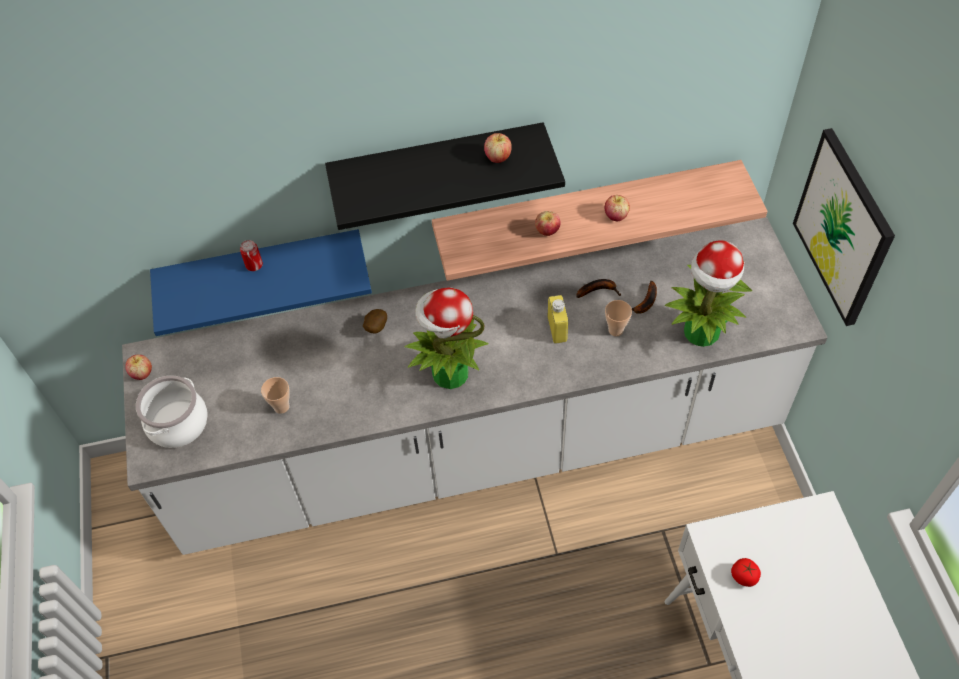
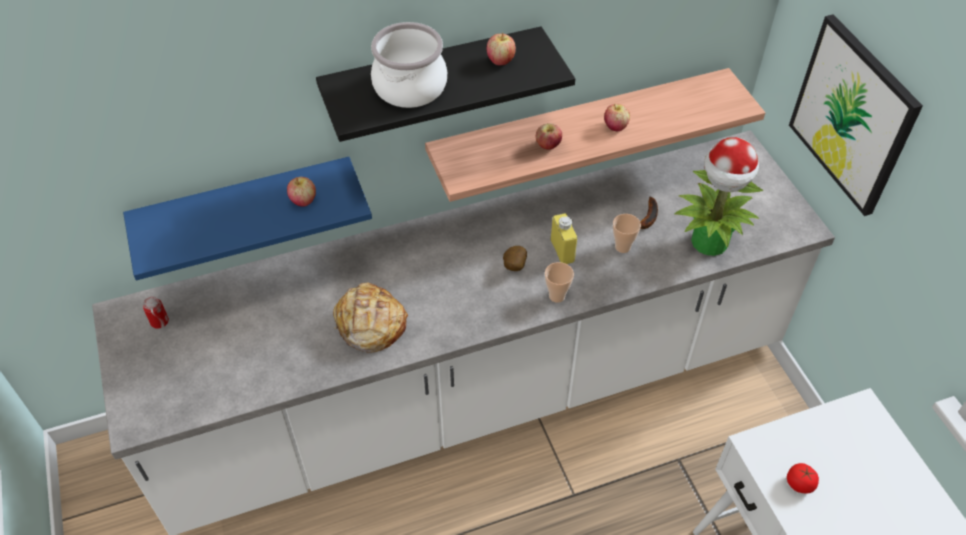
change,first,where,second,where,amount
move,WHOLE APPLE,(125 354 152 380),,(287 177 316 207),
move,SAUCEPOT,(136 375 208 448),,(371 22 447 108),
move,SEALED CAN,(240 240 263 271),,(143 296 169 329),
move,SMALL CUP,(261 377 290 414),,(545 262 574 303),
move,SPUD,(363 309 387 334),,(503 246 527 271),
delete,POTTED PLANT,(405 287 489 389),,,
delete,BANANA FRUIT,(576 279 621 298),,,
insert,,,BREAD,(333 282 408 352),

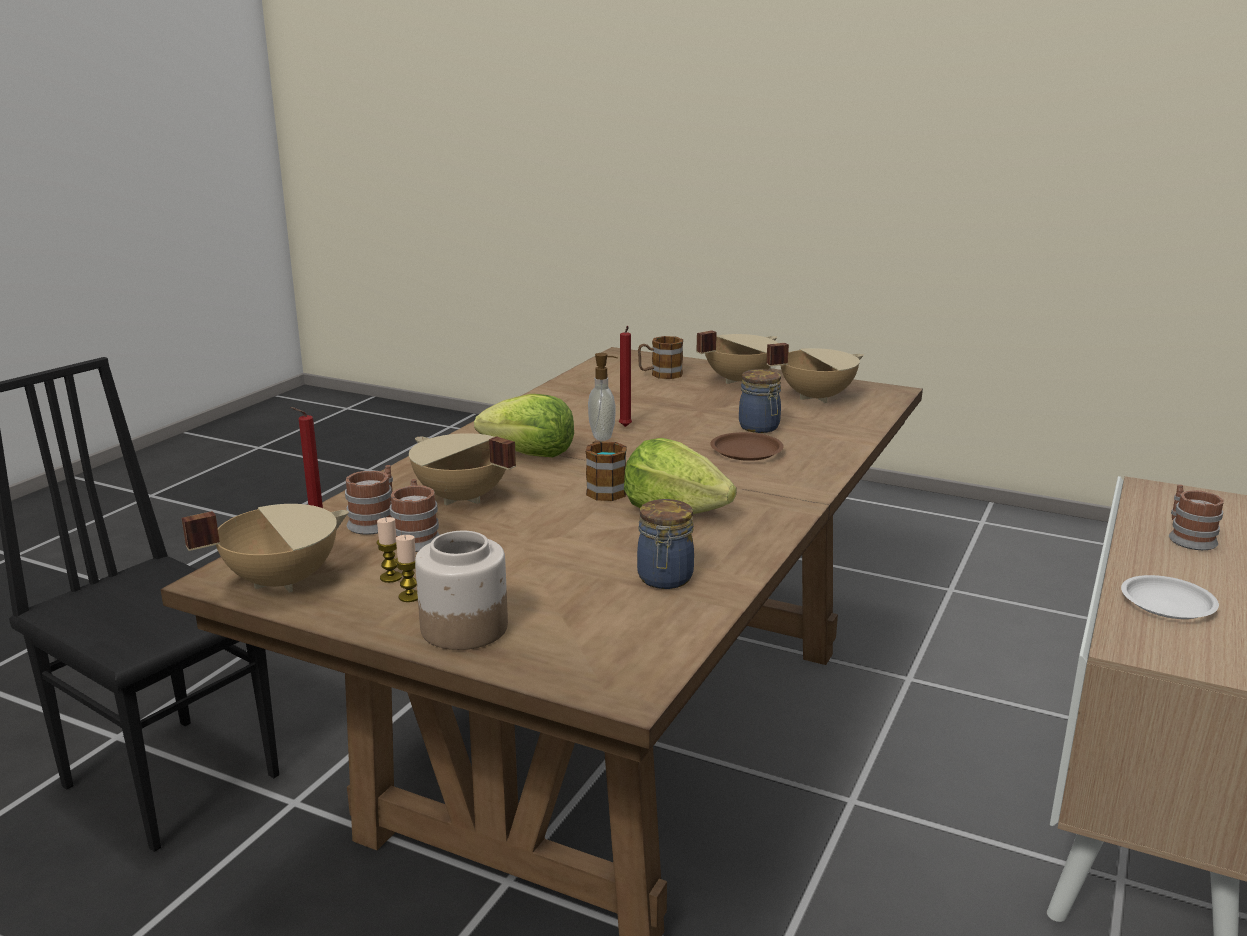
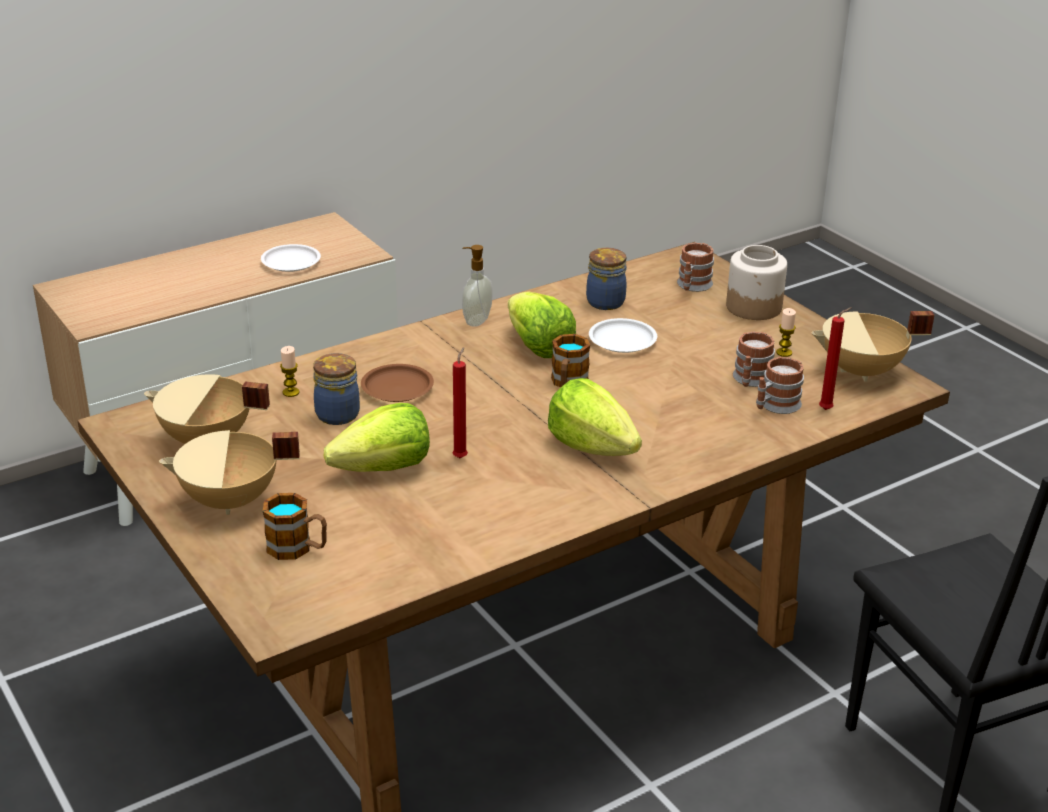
change,first,where,second,where,amount
move,WAX CANDLE,(395 535 418 602),,(280 346 300 397),
delete,SAND-COLOURED SAUCEPOT,(409 433 516 505),,,
move,SOAP DISPENSER,(588 353 618 441),,(462 245 492 327),
move,COFFEE MUG,(1169 484 1224 550),,(677 243 714 292),
insert,,,LETTUCE HEAD,(323 403 430 472),
insert,,,WHITISH DINNER PLATE,(589 318 657 353),

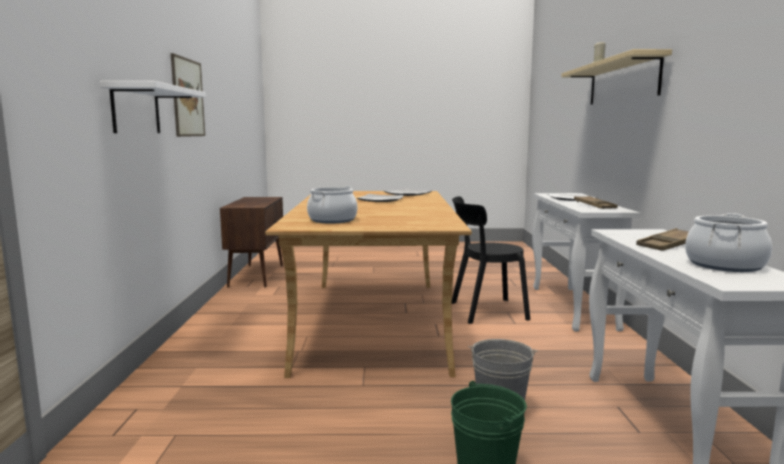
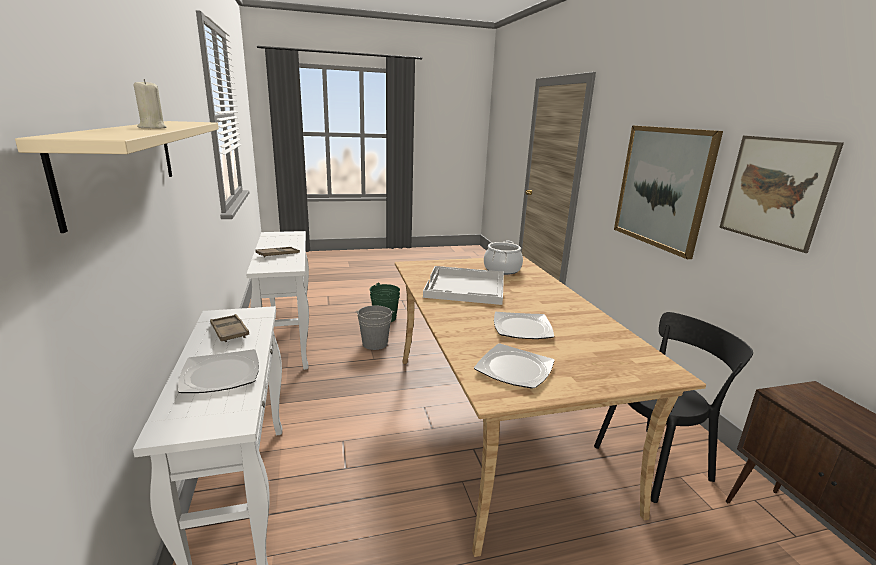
change,first,where,second,where,amount
replace,WHITISH SHELF,(99 81 206 133),WALL ART,(614 125 723 259),
move,BLACKISH PLAIN CHAIR,(452 196 530 324),,(594 312 753 503),
delete,SAUCEPOT,(685 213 772 272),,,
insert,,,WHITISH CARRYING TRAY,(423 266 504 305),

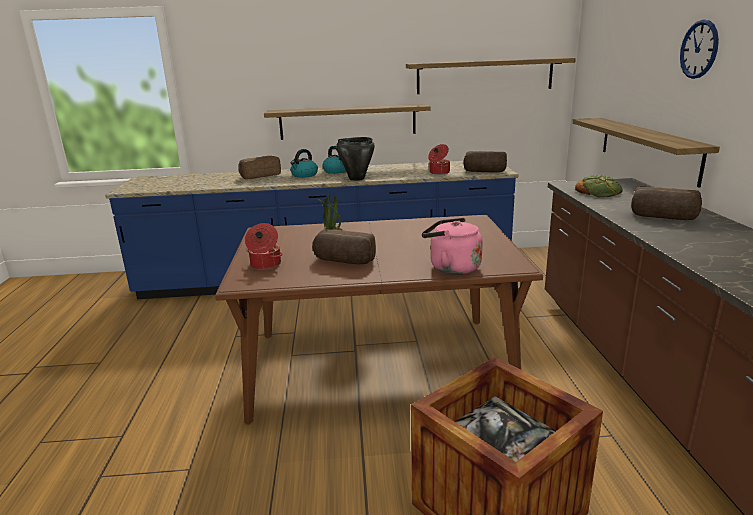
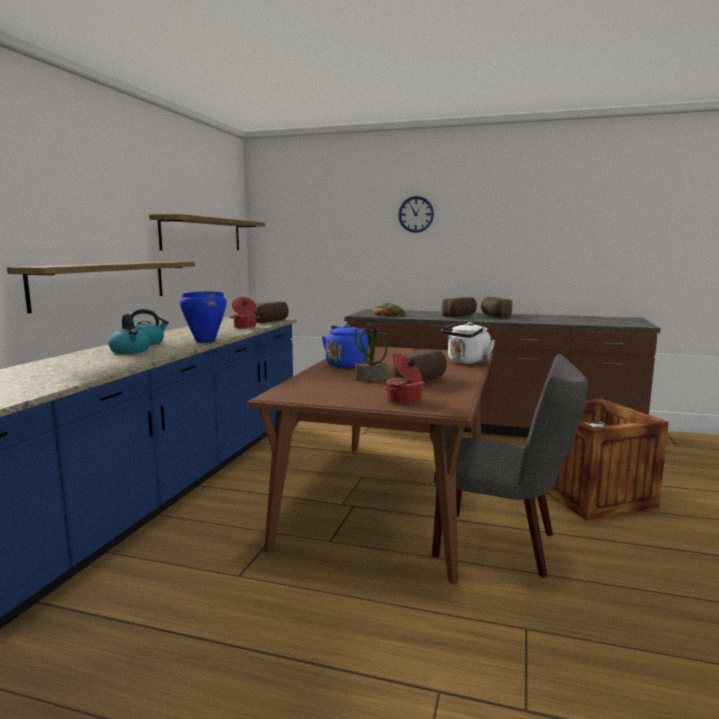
change,first,where,second,where,amount
move,BREAD,(238 156 281 179),,(481 297 512 318),
recolor,BLACKISH SAUCEPOT,(336 137 375 181),BLUE-COLOURED SAUCEPOT,(180 291 227 343),
recolor,PINK-COLOURED TEA KETTLE,(422 218 483 275),WHITISH TEA KETTLE,(441 322 495 365),
delete,SHELF,(572 118 720 188),,,
insert,,,BLUE-COLOURED TEA KETTLE,(322 324 374 368),
insert,,,GREYISH PLAIN CHAIR,(432 354 588 578),

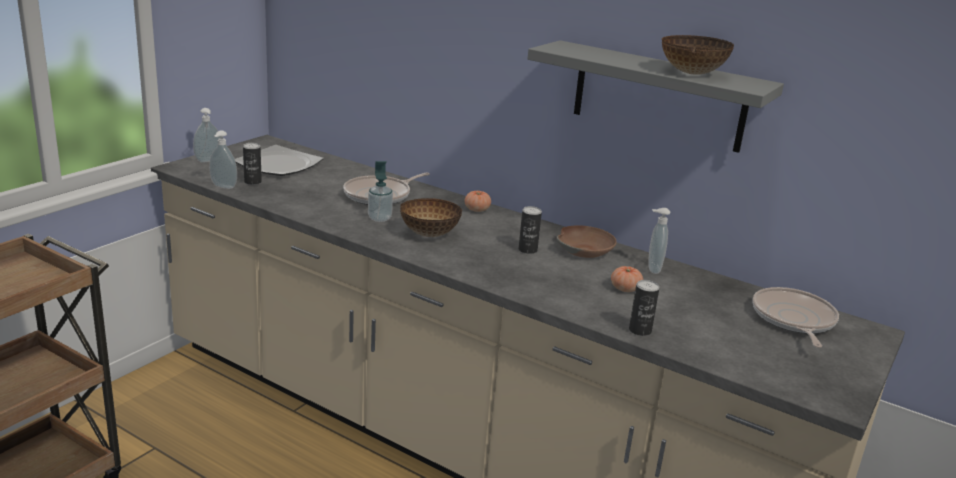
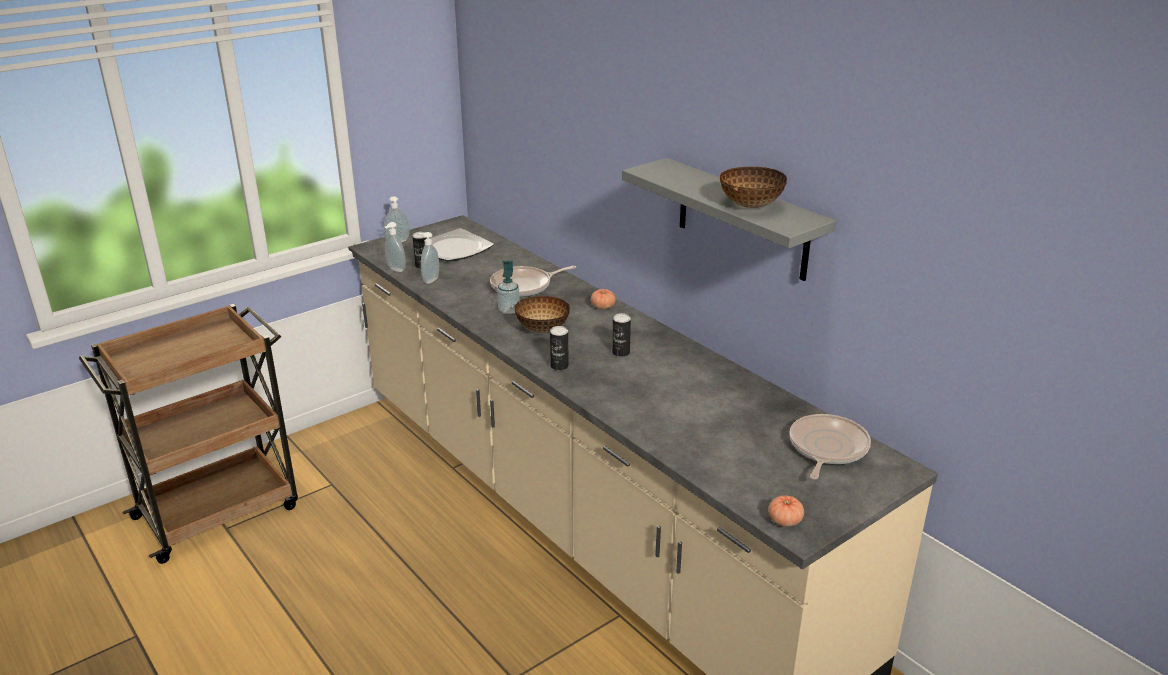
change,first,where,second,where,amount
delete,BROWN-COLOURED BOWL,(557 225 617 258),,,
move,FRESH TOMATO,(611 266 643 292),,(768 495 804 527),
move,SEALED CAN,(629 280 659 336),,(550 326 569 370),
move,SOAP DISPENSER,(648 208 670 274),,(419 232 439 284),

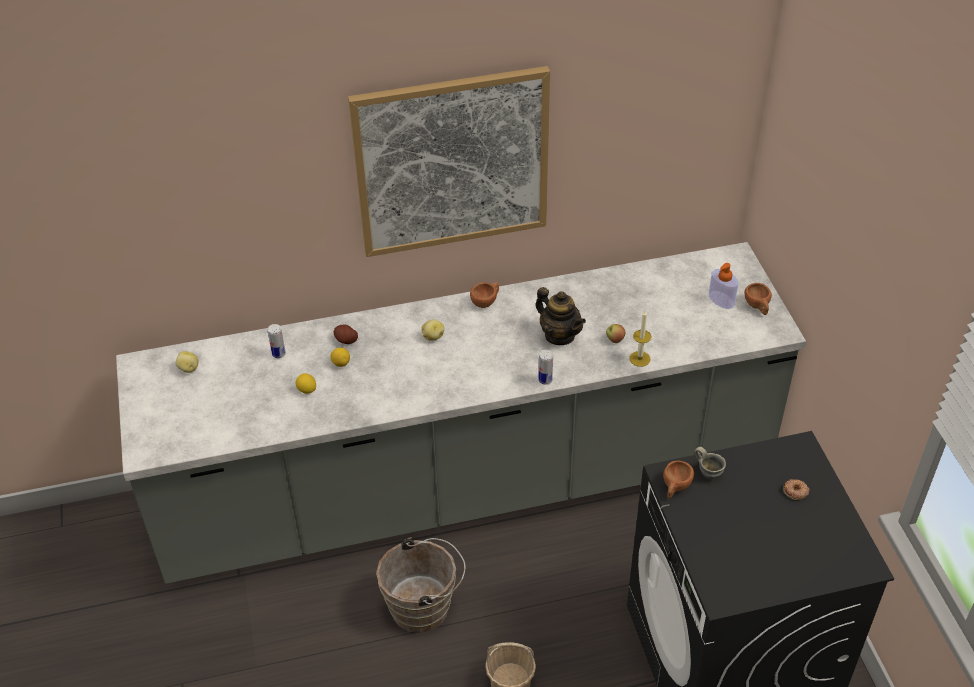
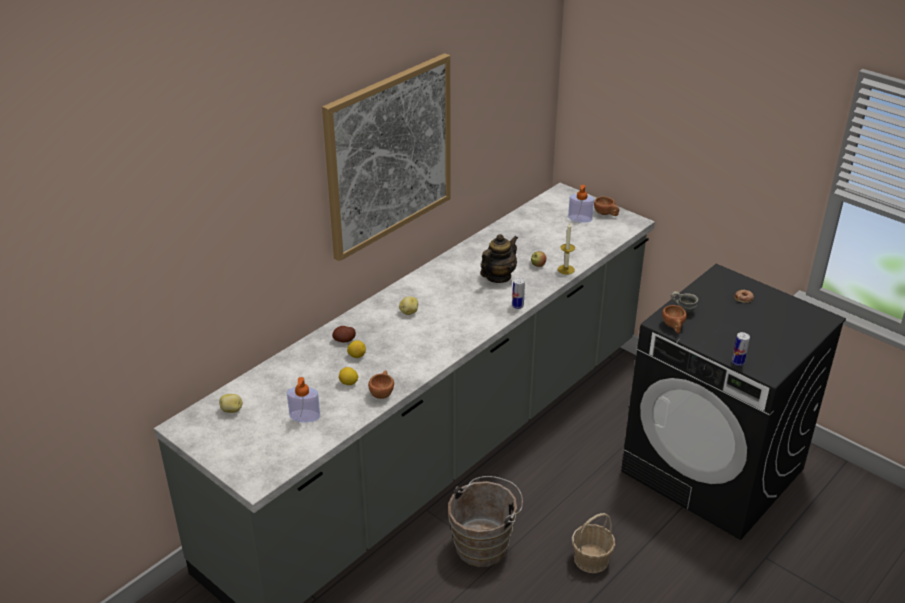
change,first,where,second,where,amount
move,SEALED CAN,(268 324 286 358),,(732 332 750 366),
move,BROWN-COLOURED SMALL CUP,(470 282 499 308),,(368 370 394 399),
rotate,TEA POT,(536 287 586 345),,(480 234 518 283),60 degrees counterclockwise
insert,,,SOAP DISPENSER,(287 377 320 422),

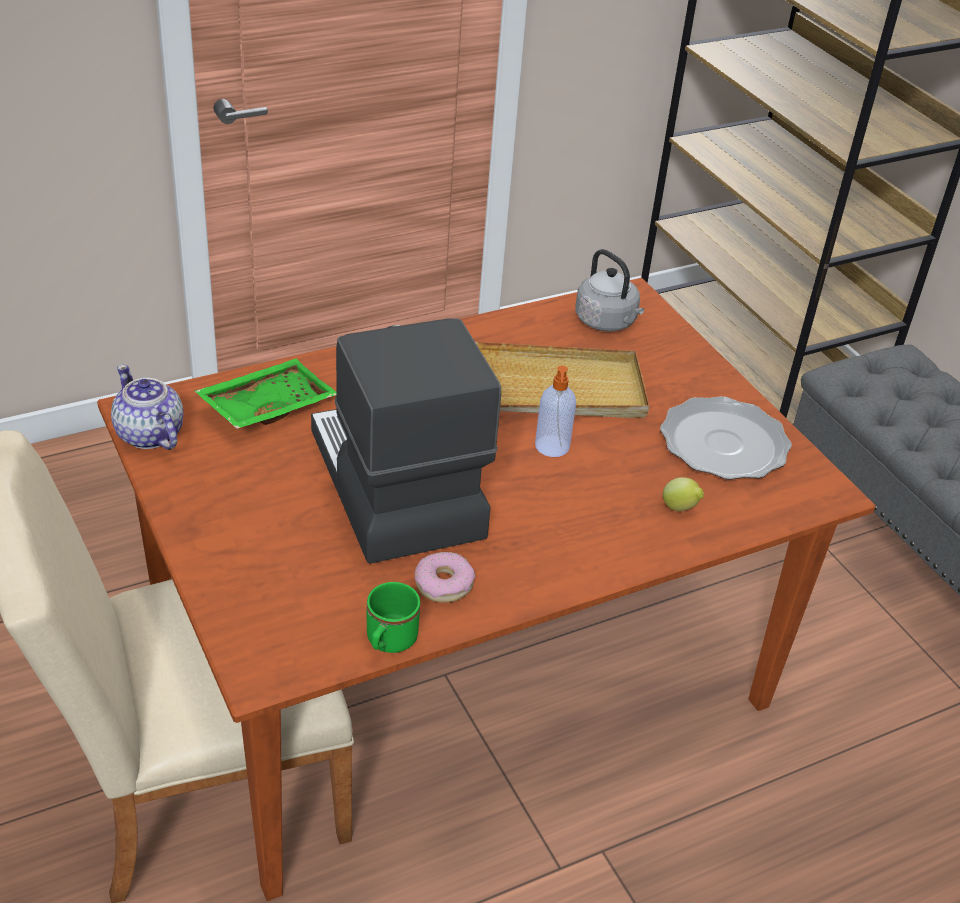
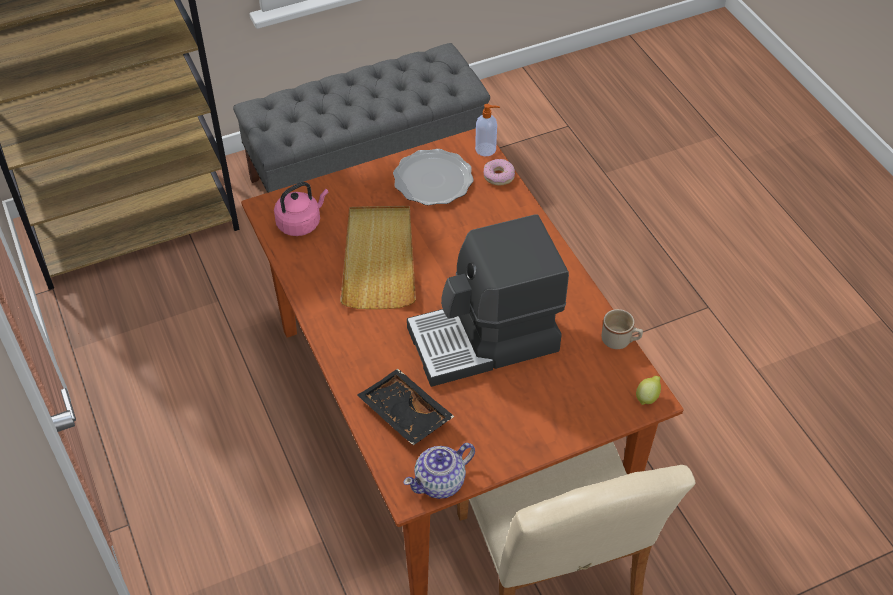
change,first,where,second,where,amount
recolor,GREEN-COLOURED CARRYING TRAY,(195 359 336 429),BLACKISH CARRYING TRAY,(358 369 455 445),
recolor,GREEN-COLOURED COFFEE MUG,(367 582 420 653),SAND-COLOURED COFFEE MUG,(602 309 643 349),
move,DOUGHNUT,(415 552 475 603),,(484 159 515 186),
move,SOAP DISPENSER,(535 366 576 457),,(475 104 500 156),
recolor,GREYISH TEA KETTLE,(575 249 644 332),PINK-COLOURED TEA KETTLE,(274 182 329 236),
move,CITRUS FRUIT,(663 477 704 511),,(636 376 661 405),

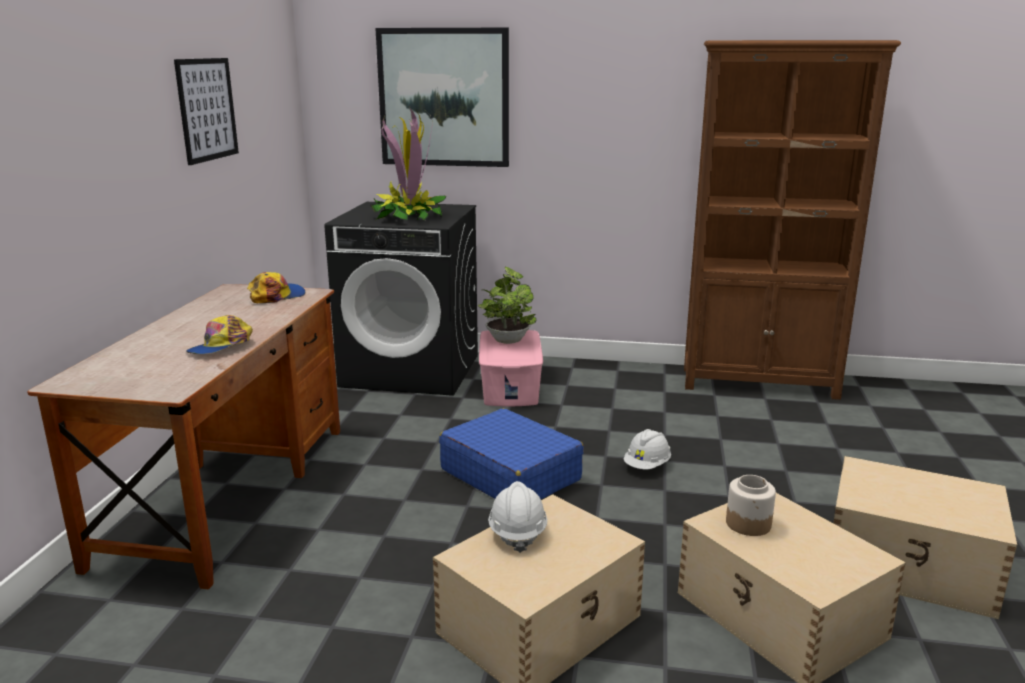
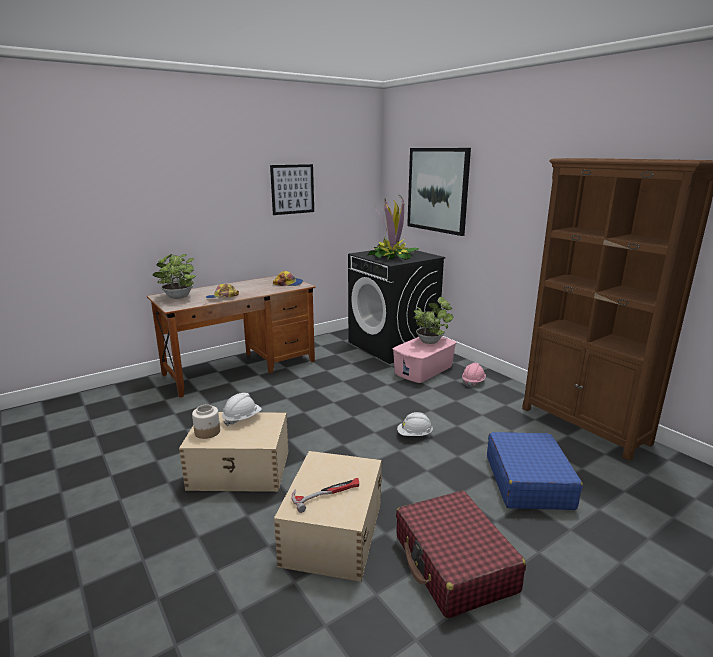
change,first,where,second,where,amount
move,BLUE-COLOURED TRAVEL CASE,(439 408 584 499),,(487 432 583 510),
move,JAR,(726 475 776 536),,(192 404 220 439),
replace,SAND-COLOURED STORAGE BIN,(833 456 1017 619),REDDISH TRAVEL CASE,(396 491 526 618),
insert,,,POTTED PLANT,(153 254 196 299),
insert,,,HAMMER,(291 478 359 513),
insert,,,PINK-COLOURED HARD HAT,(462 363 486 387),

